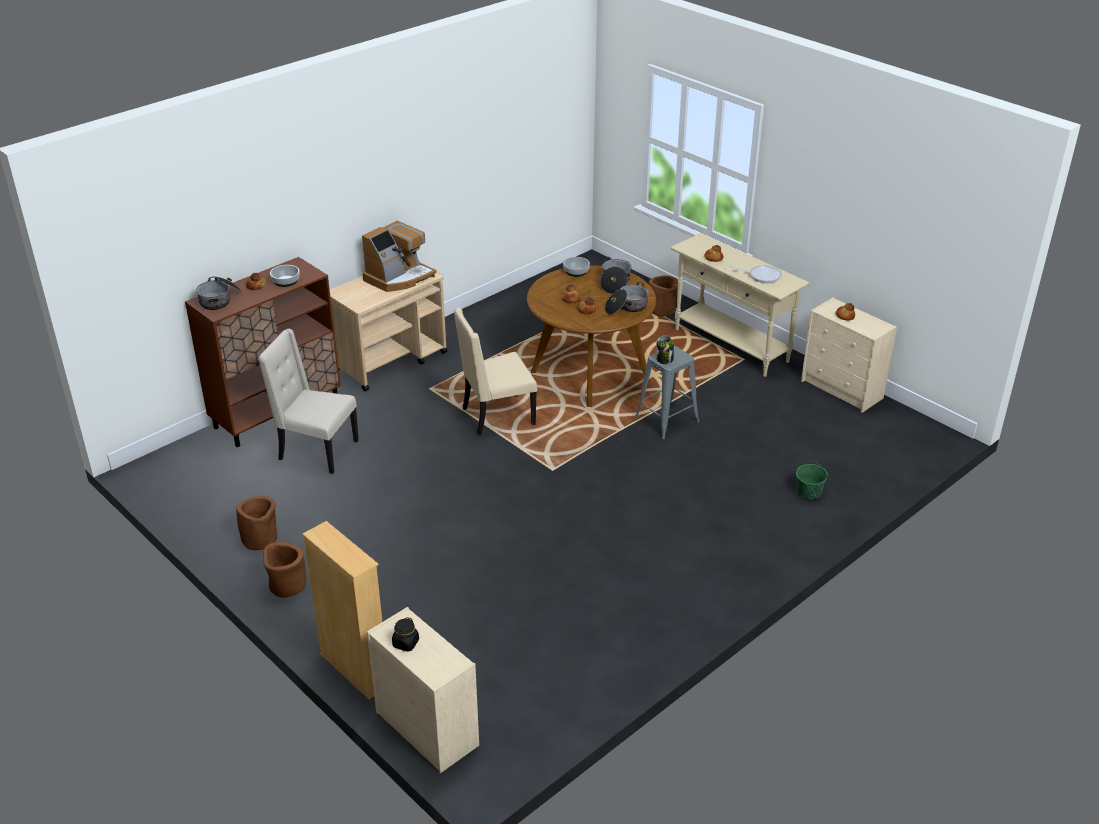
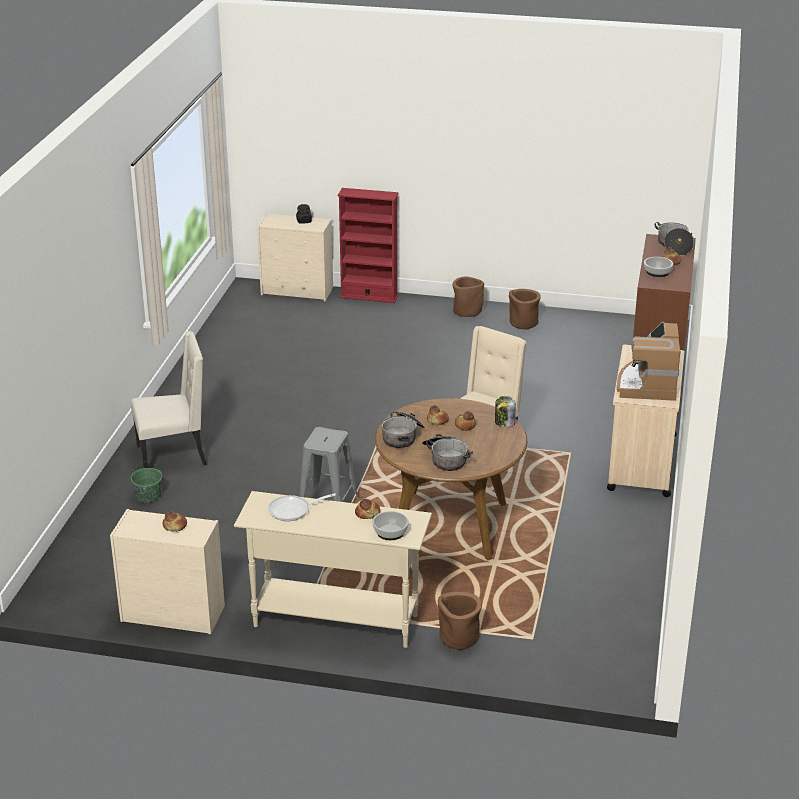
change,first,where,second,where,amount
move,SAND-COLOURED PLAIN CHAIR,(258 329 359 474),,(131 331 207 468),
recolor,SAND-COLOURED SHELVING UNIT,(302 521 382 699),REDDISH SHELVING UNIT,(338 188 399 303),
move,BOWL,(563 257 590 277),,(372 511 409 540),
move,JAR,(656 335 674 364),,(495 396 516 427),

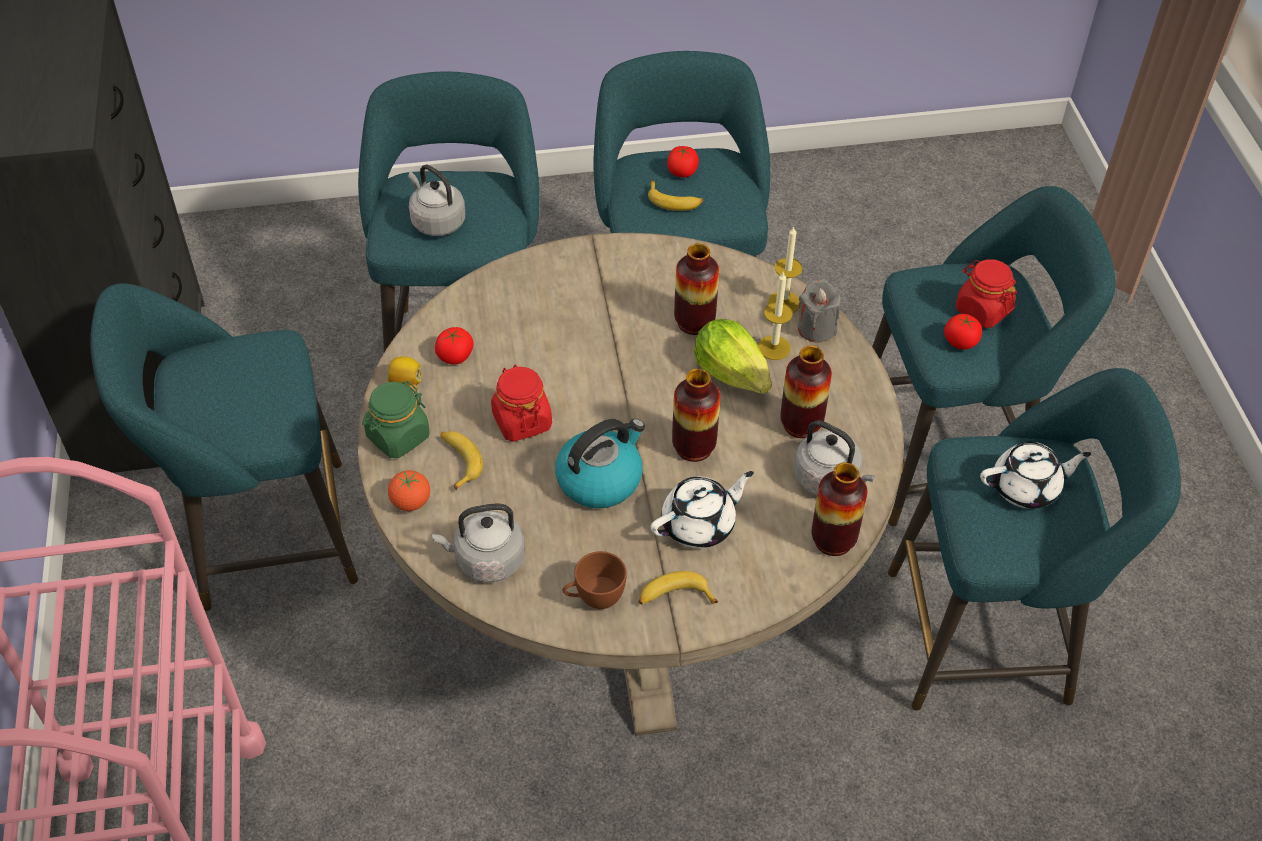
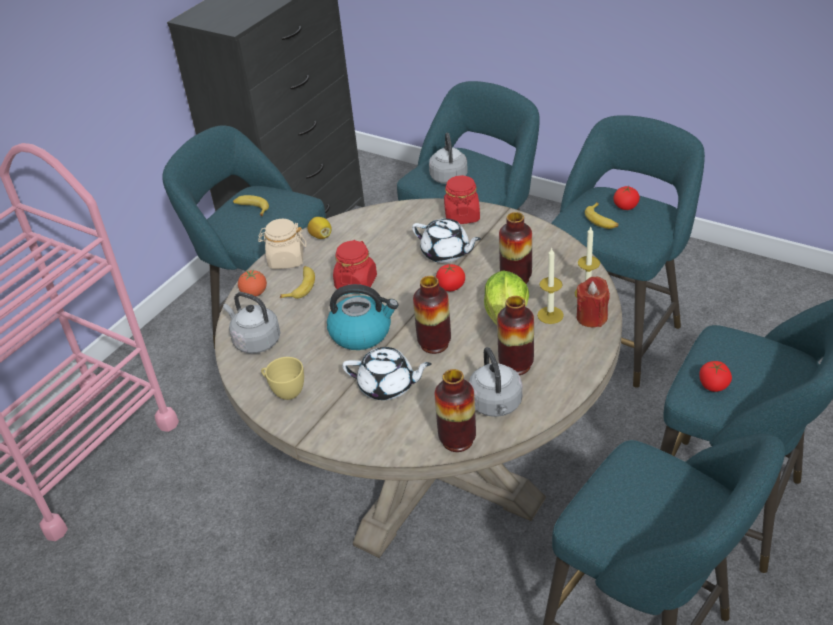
change,first,where,second,where,amount
recolor,GREEN-COLOURED JAR,(362 381 430 458),SAND-COLOURED JAR,(258 219 306 269),
move,FRESH TOMATO,(435 327 474 365),,(436 264 465 291),
recolor,BROWN-COLOURED SMALL CUP,(563 551 627 609),YELLOW-COLOURED SMALL CUP,(261 357 304 400),
move,BANANA FRUIT,(638 571 718 605),,(233 195 269 216),
recolor,GREYISH WAX CANDLE,(798 280 840 342),REDDISH WAX CANDLE,(577 276 610 327),
move,REDDISH JAR,(956 259 1017 328),,(444 175 480 224),
move,WHITISH TEA POT,(980 442 1091 509),,(412 218 481 263),

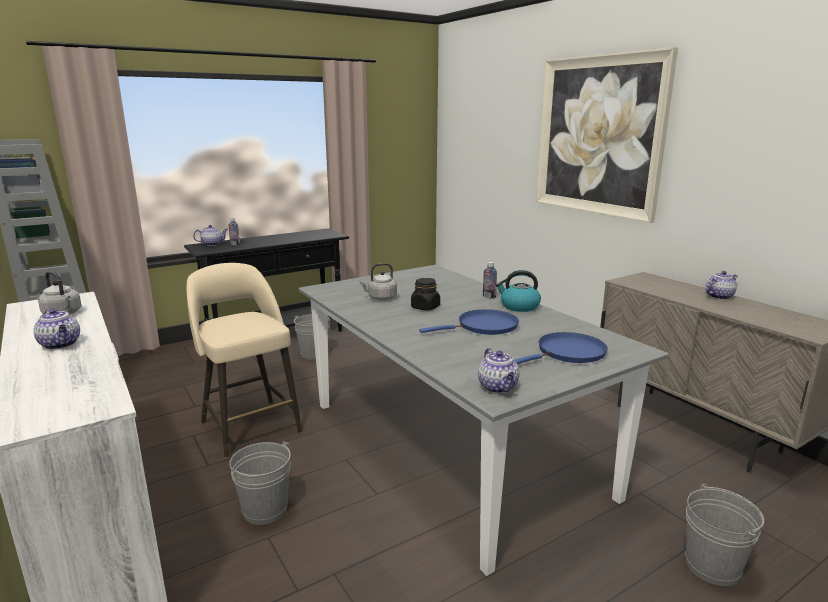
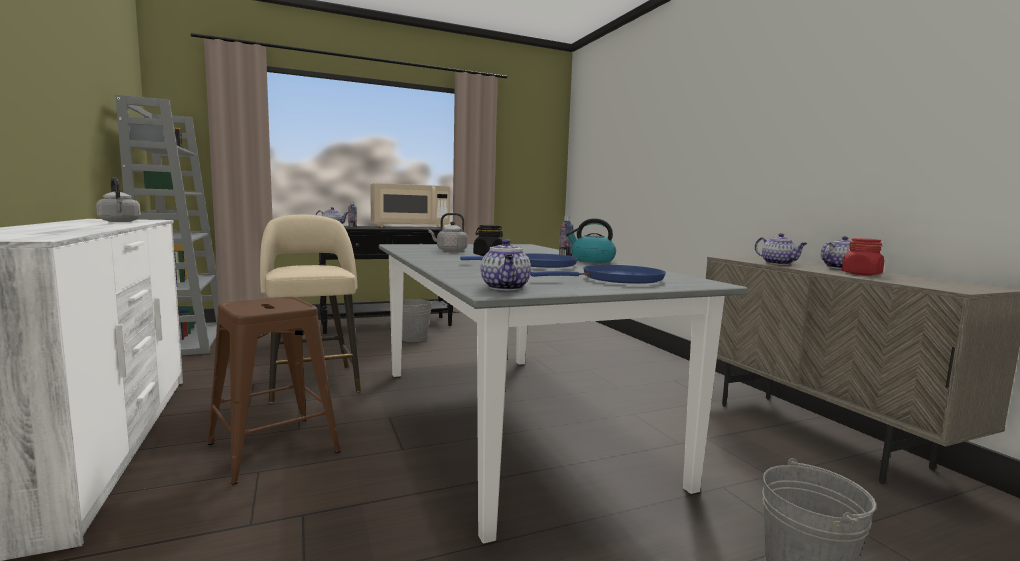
change,first,where,second,where,amount
move,TEA POT,(34 308 80 349),,(755 233 807 265),
replace,GREYISH PAIL,(229 441 291 525),BROWN-COLOURED STOOL,(207 297 341 485),
delete,WALL ART,(536 47 678 223),,,
insert,,,SAND-COLOURED MICROWAVE,(370 183 450 228),
insert,,,REDDISH JAR,(842 238 884 276),

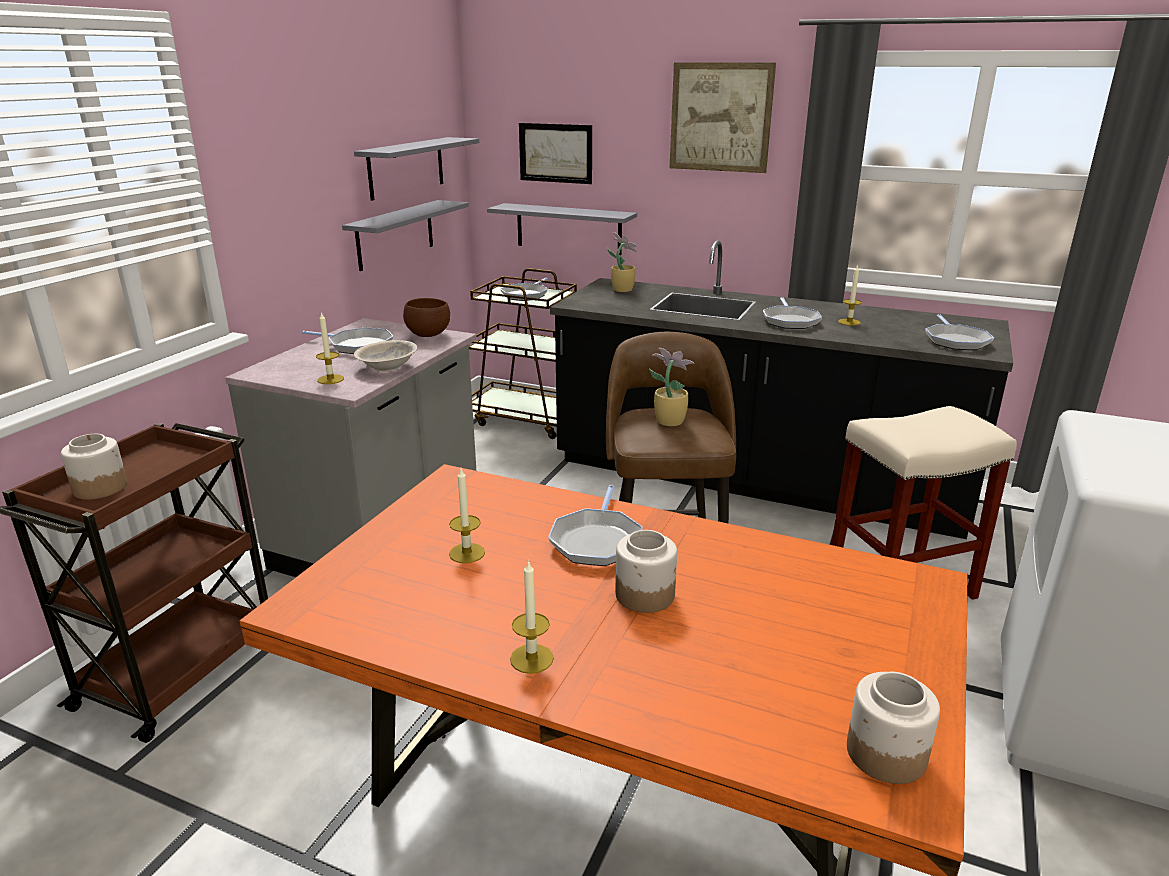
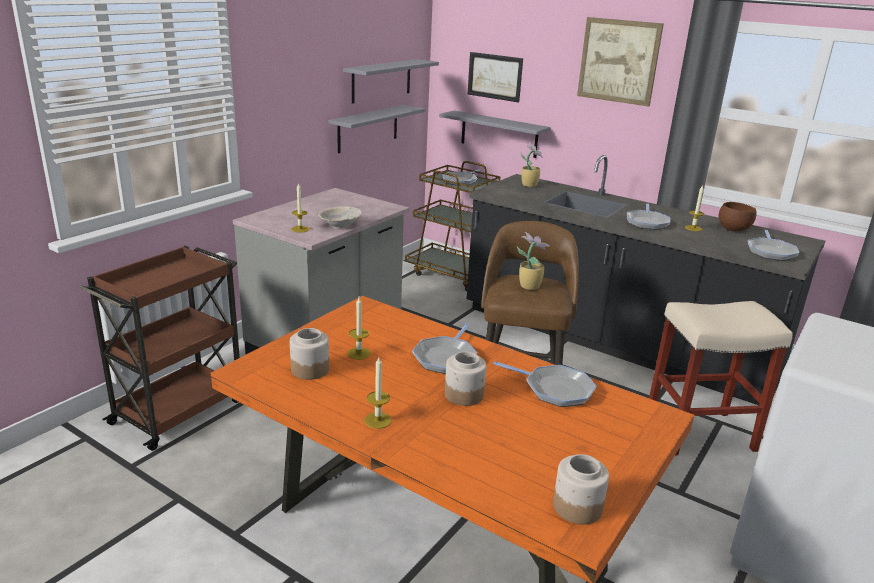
change,first,where,second,where,amount
move,JAR,(61 434 127 500),,(290 328 329 380),
move,PAN,(302 327 393 354),,(493 361 596 407),
move,BROWN-COLOURED BOWL,(403 298 450 337),,(719 202 756 232),

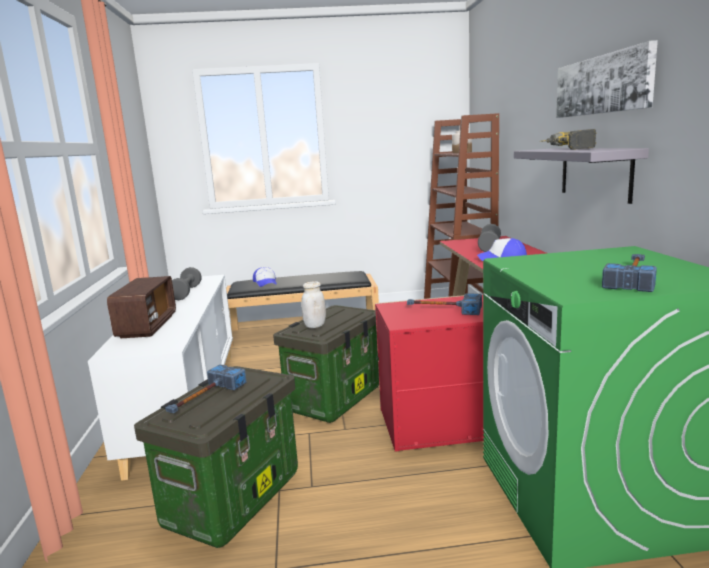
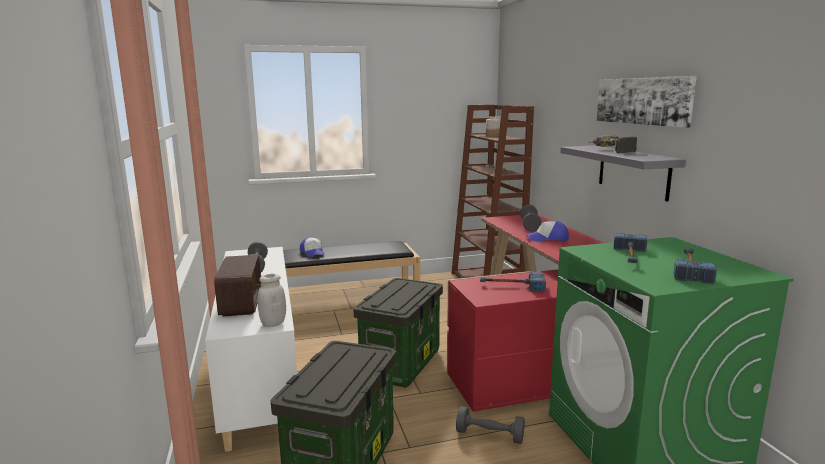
change,first,where,second,where,amount
move,HAMMER,(165 364 246 413),,(614 233 647 263),
move,WHITISH JAR,(301 281 326 328),,(257 274 286 327),
insert,,,GREYISH FREE WEIGHT,(456 406 525 444),

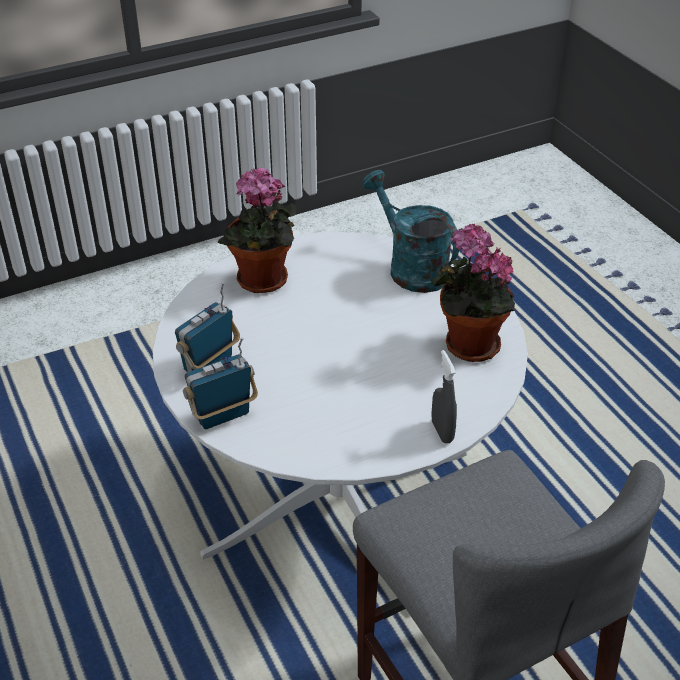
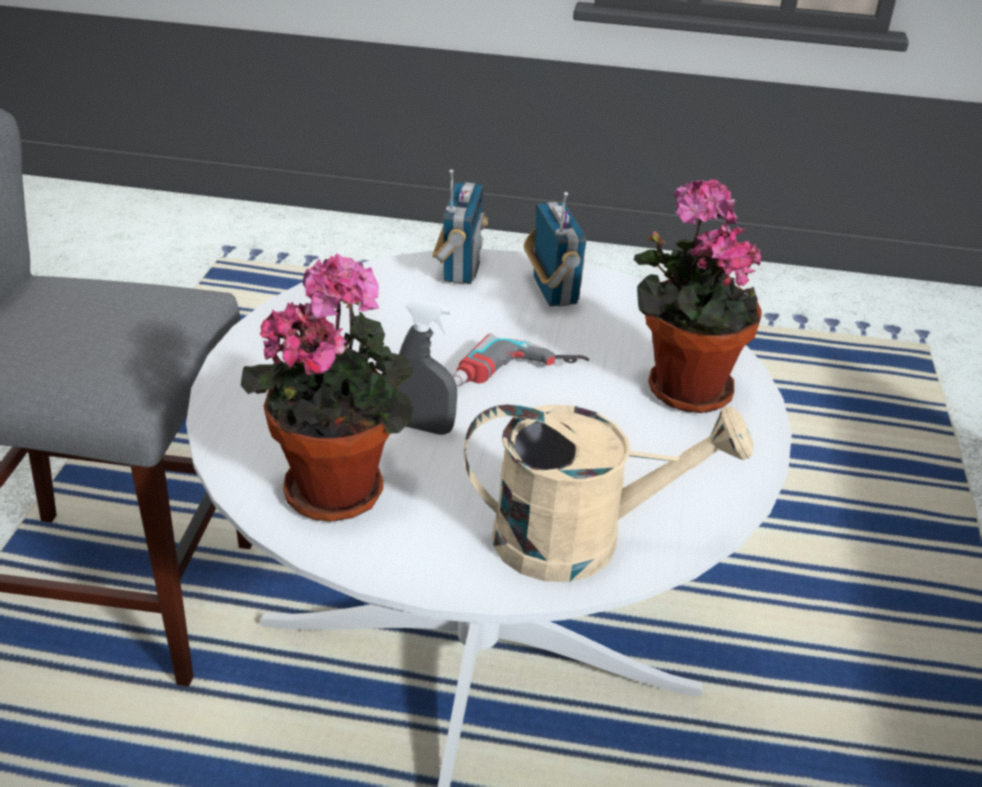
change,first,where,second,where,amount
recolor,BLUE-GREEN WATERING POT,(362 170 459 293),SAND-COLOURED WATERING POT,(464 405 753 582),
move,GREYISH HAND SPRAYER,(431 350 457 443),,(398 299 457 435),
insert,,,ELECTRIC DRILL,(452 334 590 387),

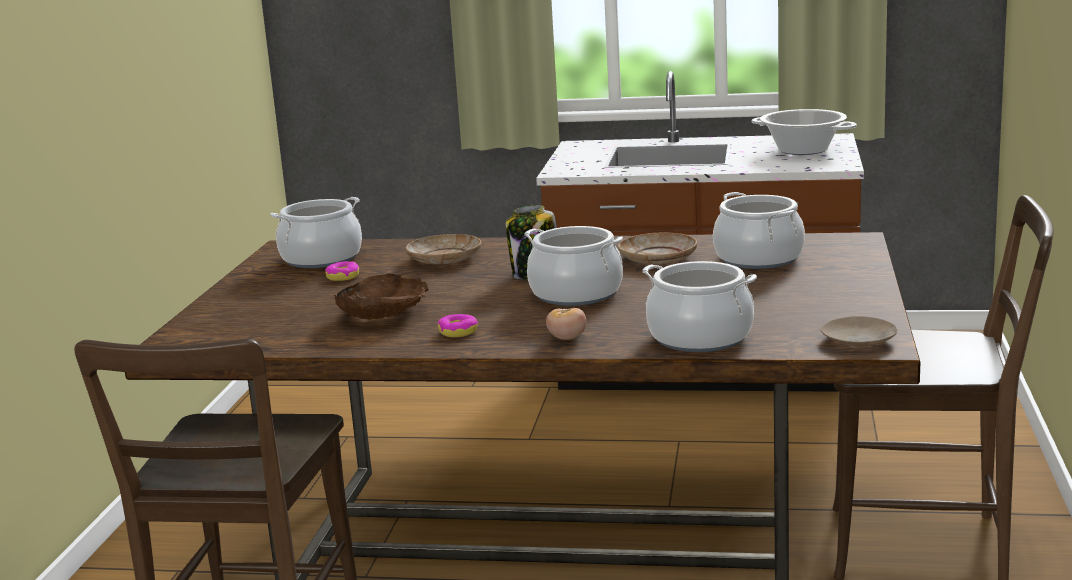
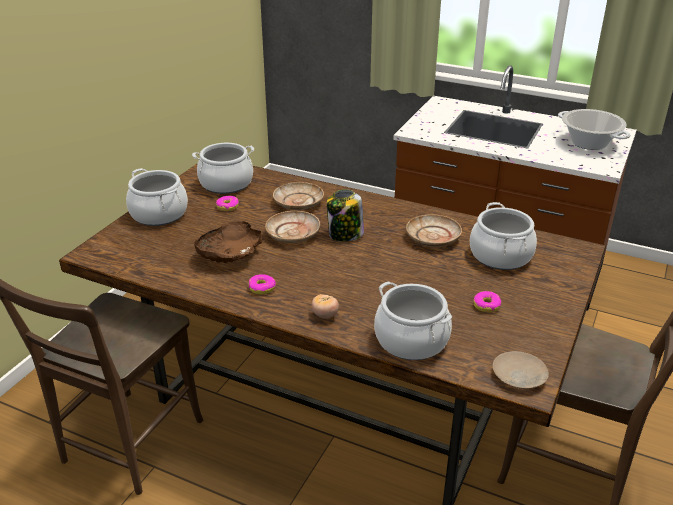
change,first,where,second,where,amount
move,SAUCEPOT,(524 226 623 306),,(126 168 188 226),
insert,,,SAND-COLOURED DINNER PLATE,(265 211 320 243),
insert,,,DOUGHNUT,(474 291 501 312),

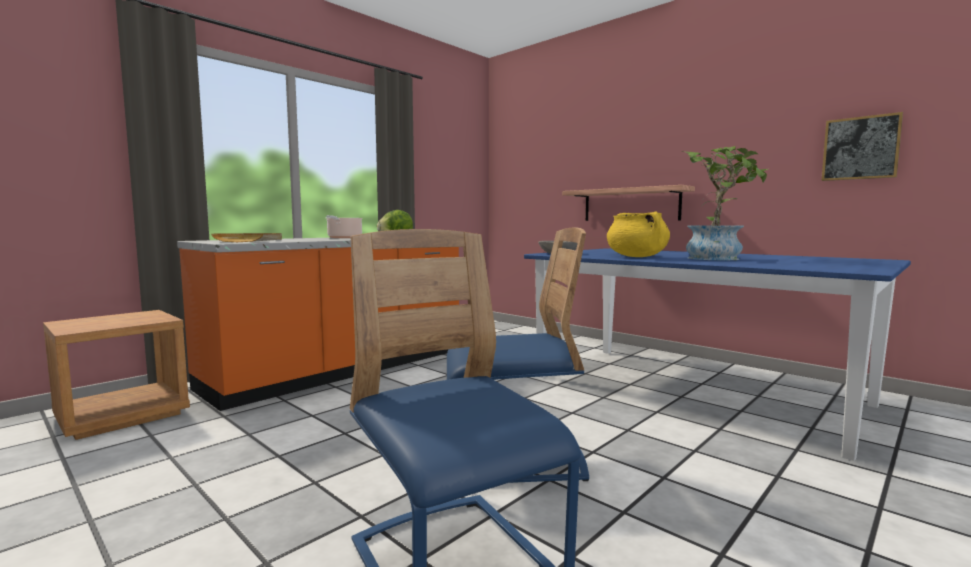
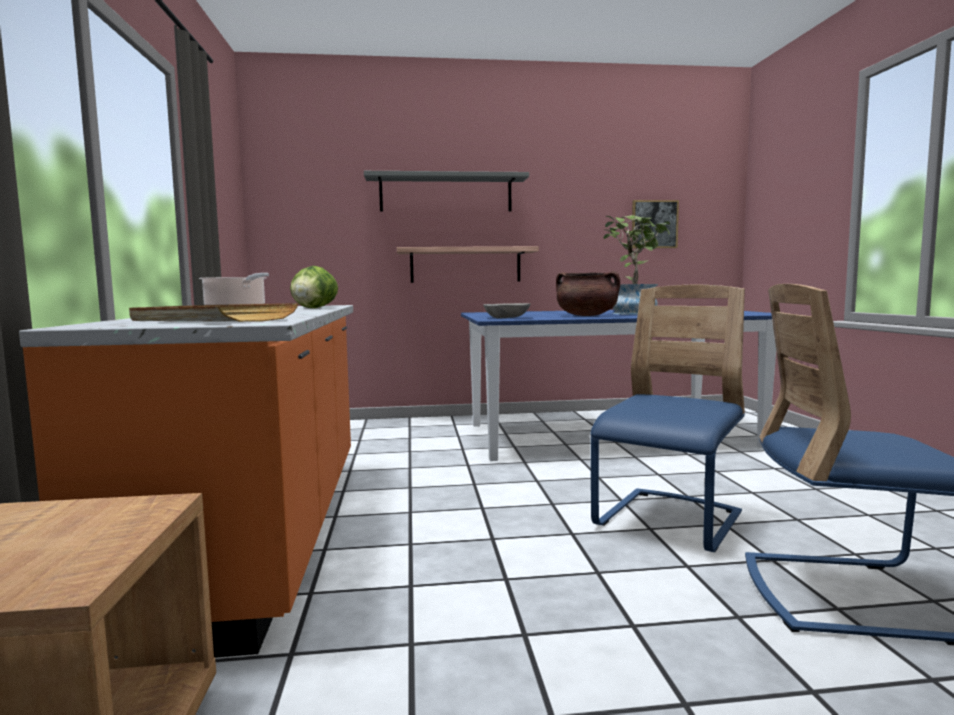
change,first,where,second,where,amount
recolor,YELLOW-COLOURED SAUCEPOT,(607 211 670 257),BROWN-COLOURED SAUCEPOT,(556 271 620 316),
insert,,,GREYISH SHELF,(364 171 529 212),

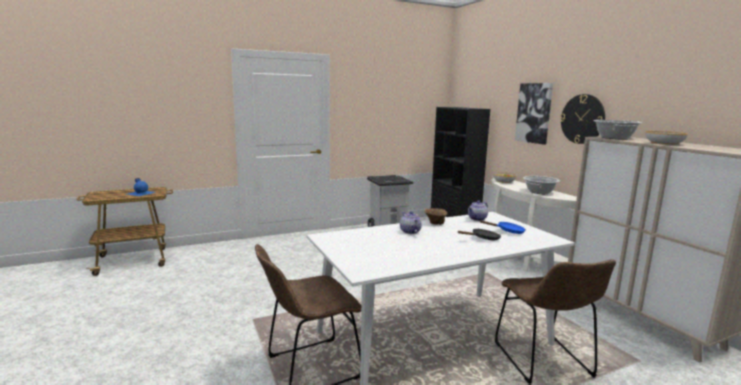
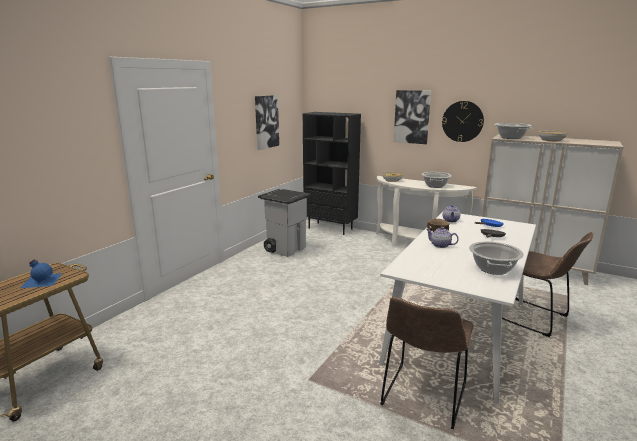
change,first,where,second,where,amount
insert,,,WALL ART,(255 95 279 150),
insert,,,SAUCEPOT,(469 241 524 275),

